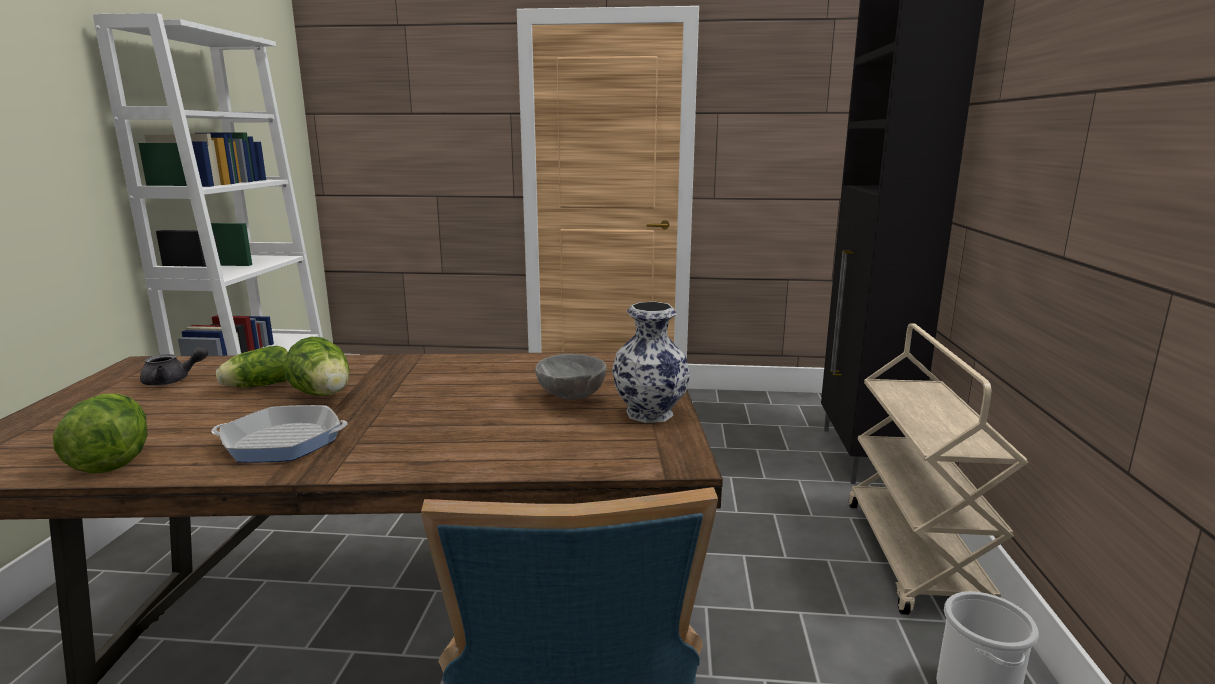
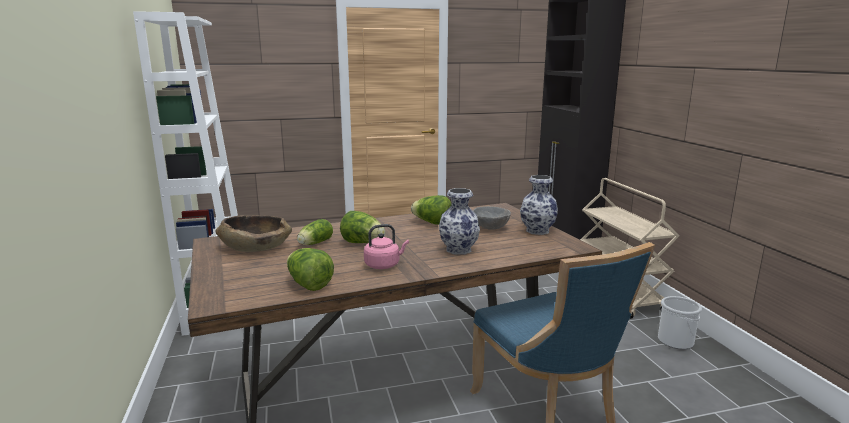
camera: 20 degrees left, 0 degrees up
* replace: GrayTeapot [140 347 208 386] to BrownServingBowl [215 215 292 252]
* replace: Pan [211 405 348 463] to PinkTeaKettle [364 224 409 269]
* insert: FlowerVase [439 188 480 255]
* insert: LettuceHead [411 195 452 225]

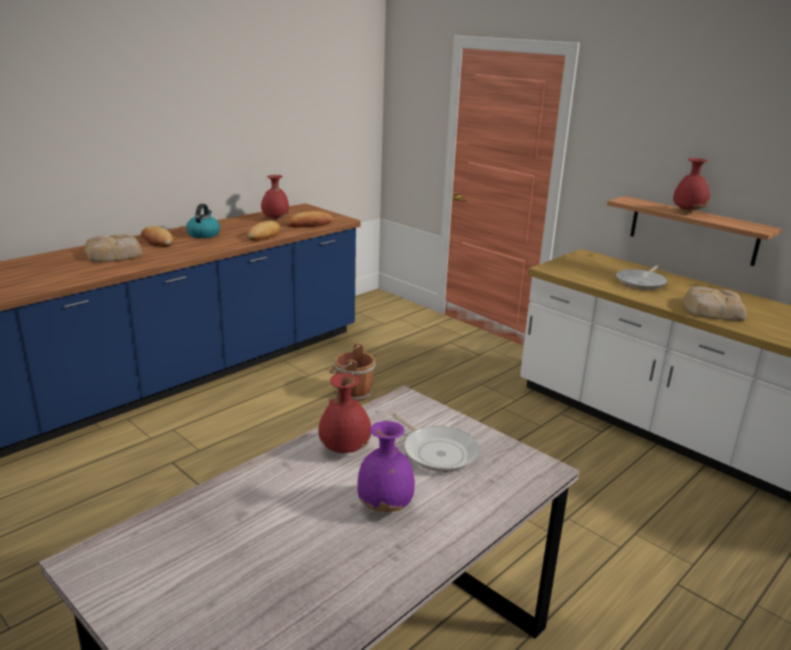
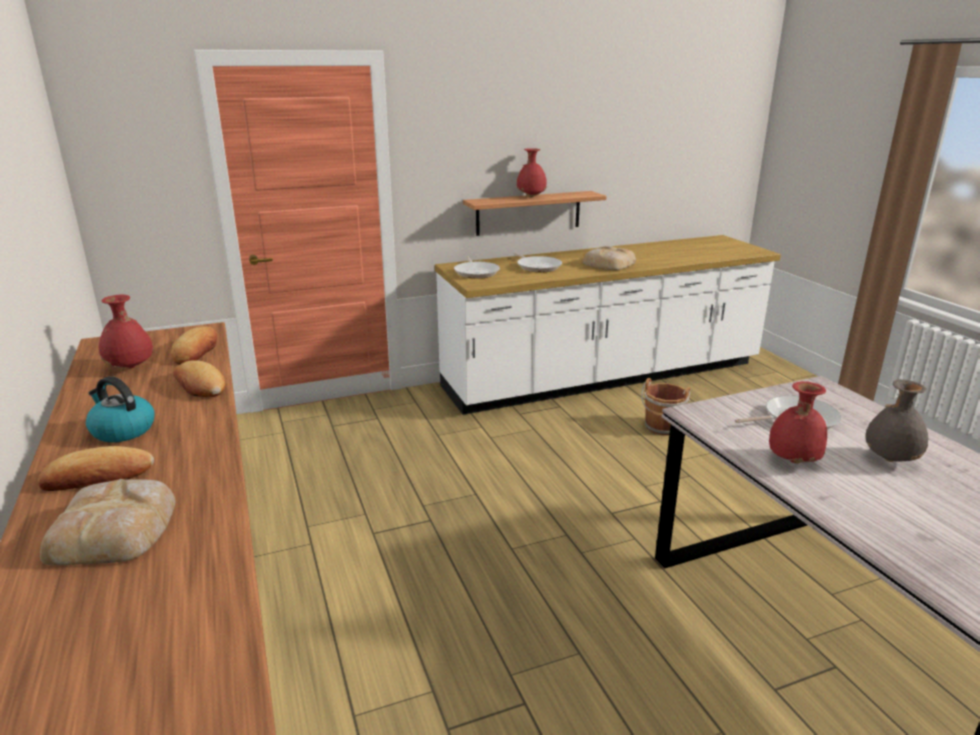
camera: 65 degrees left, 0 degrees up
* move: BrownPail [330 343 376 401] to [641 378 691 435]
* recolor: PurpleColouredFlowerVase [358 421 415 512] to GrayFlowerVase [865 379 928 462]
* insert: Pan [454 256 500 279]

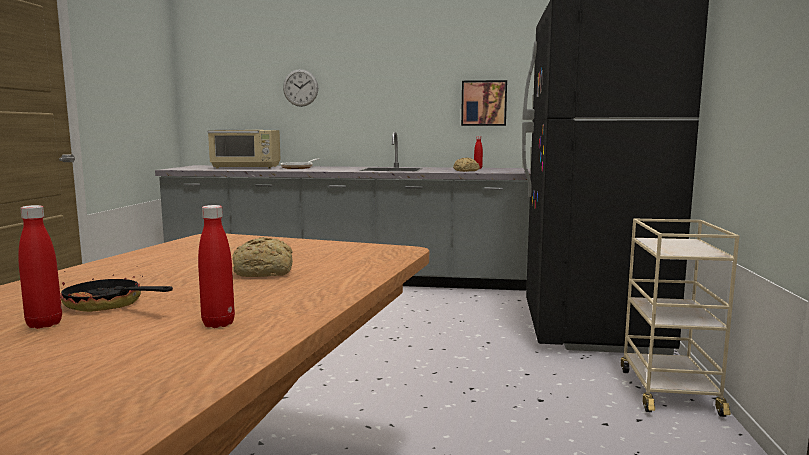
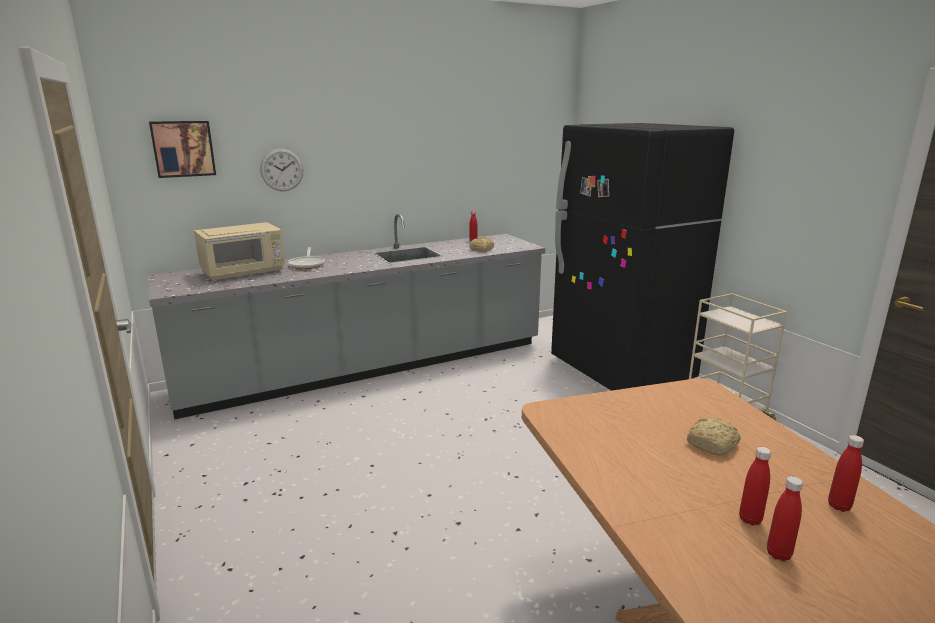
camera: 35 degrees left, 10 degrees up
* move: WallPicture [461 80 507 126] to [149 121 216 178]
* replace: Pan [61 271 173 312] to RedColouredBottle [739 447 771 526]

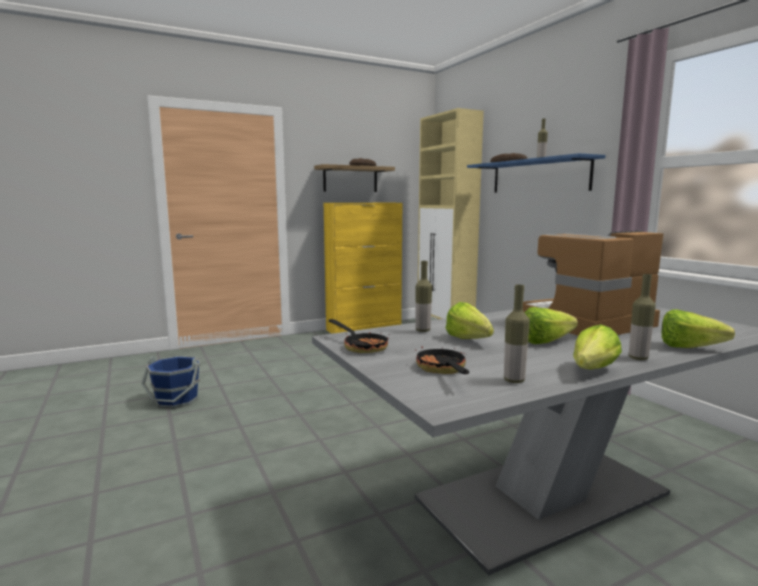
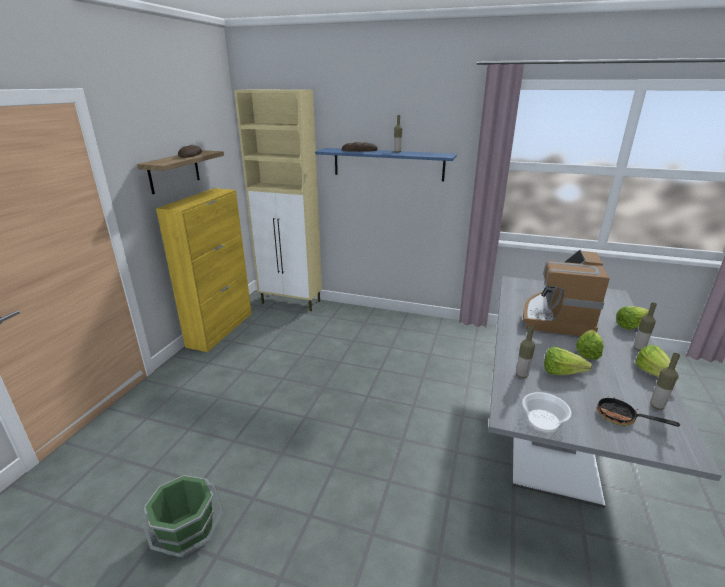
camera: 45 degrees left, 15 degrees up
* replace: Pan [329 319 390 353] to ServingBowl [522 392 572 432]
* recolor: BlueColouredPail [142 356 201 409] to GreenColouredPail [141 475 223 558]

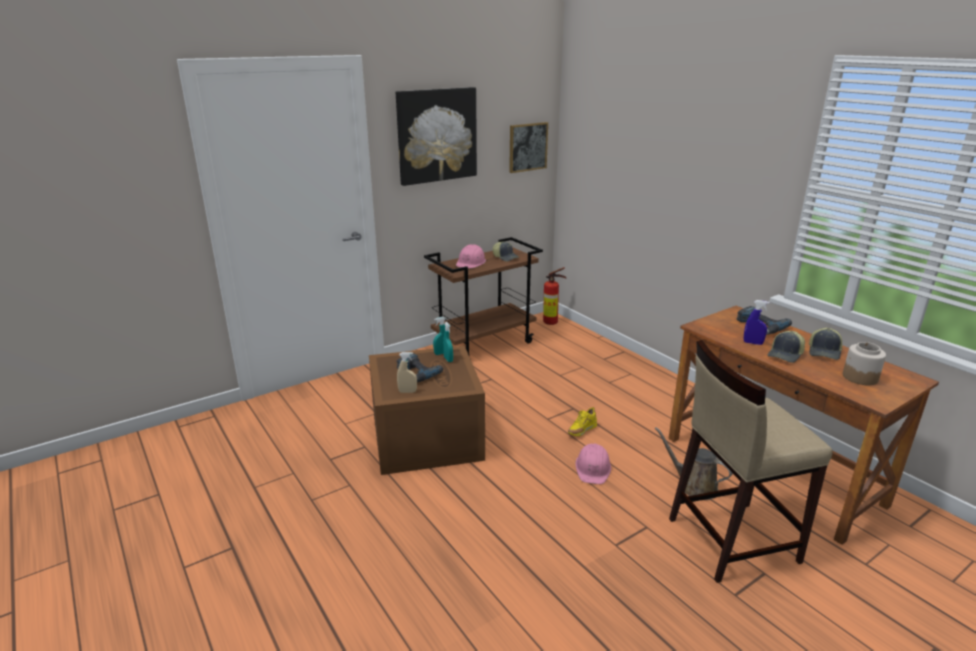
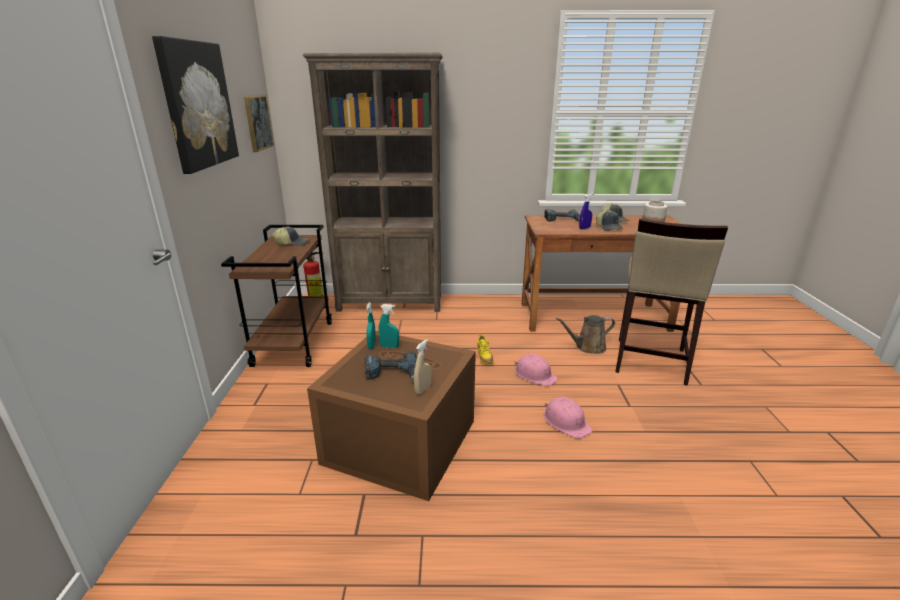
camera: 55 degrees left, 0 degrees up
* move: PinkHardHat [456 244 486 269] to [544 397 592 438]
* insert: BrownBookcase [303 53 443 312]

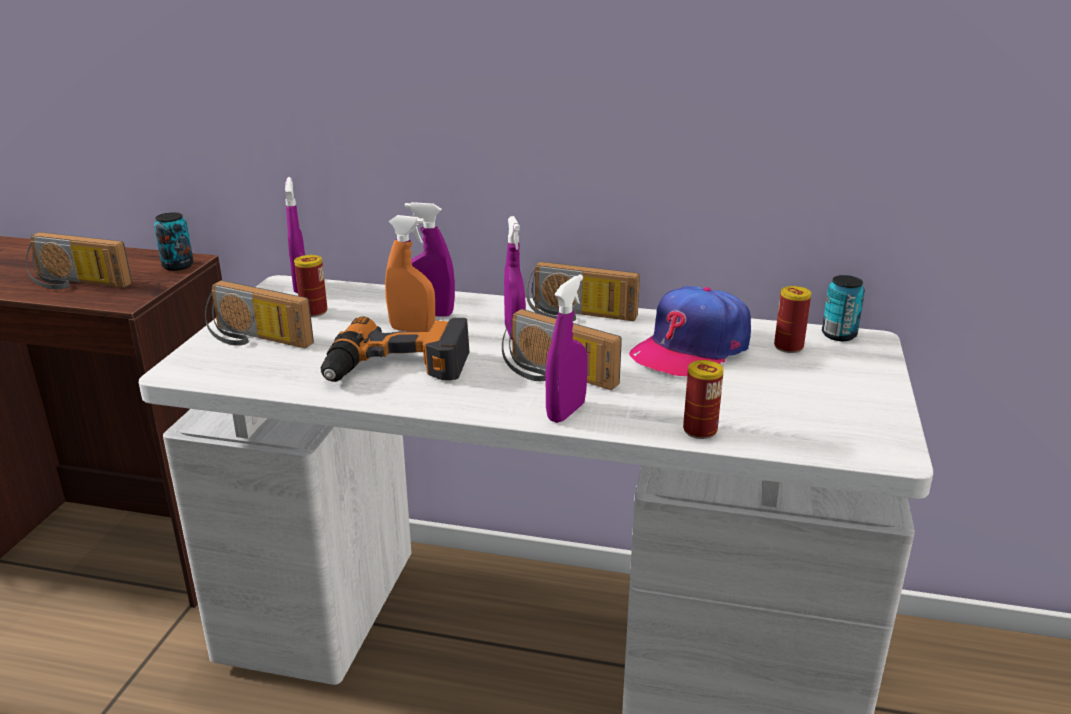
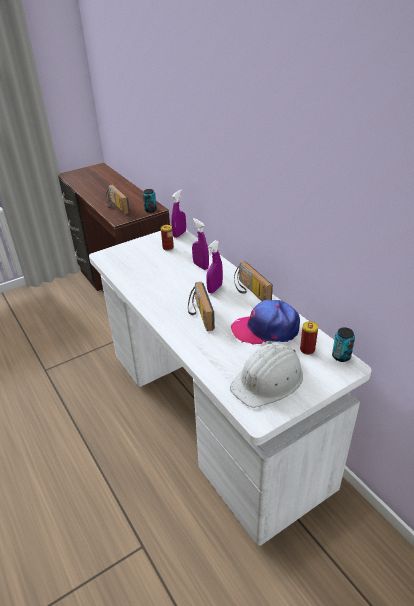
camera: 45 degrees right, 10 degrees up
* delete: OrangeSprayBottle [385 215 435 332]
* delete: PurpleColouredSprayBottle [546 274 588 423]
* delete: RadioSet [205 280 314 348]
* delete: Drill [321 317 470 382]
* delete: Can [683 360 724 439]
* insert: WhitishHardHat [230 343 303 408]

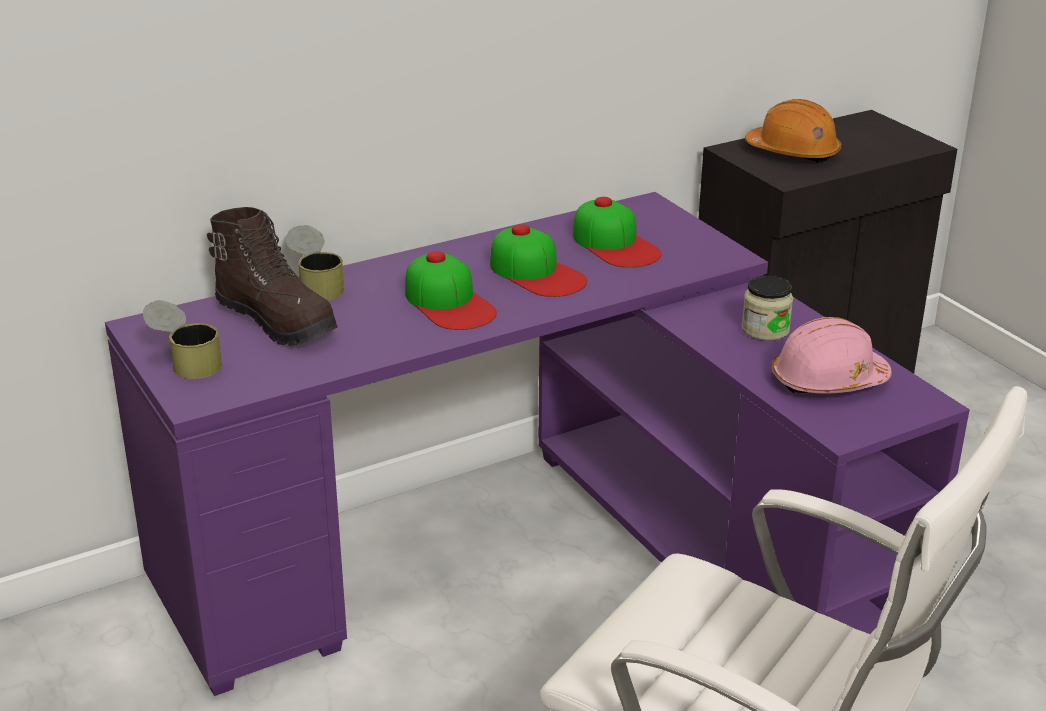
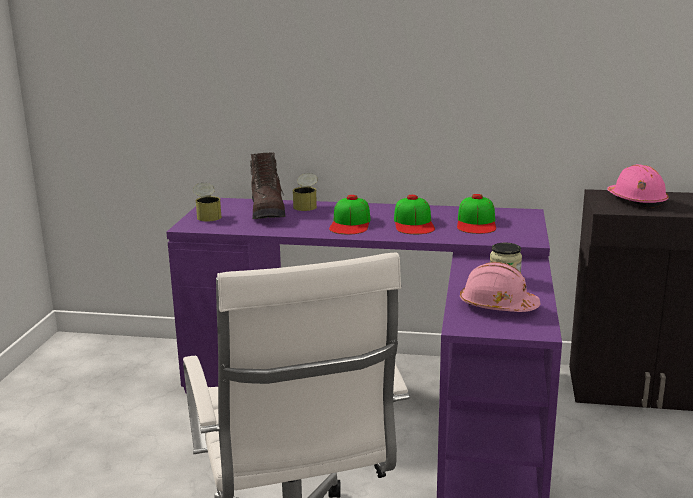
camera: 40 degrees right, 10 degrees down
* recolor: OrangeHardHat [745 99 841 163] to PinkHardHat [607 164 669 208]

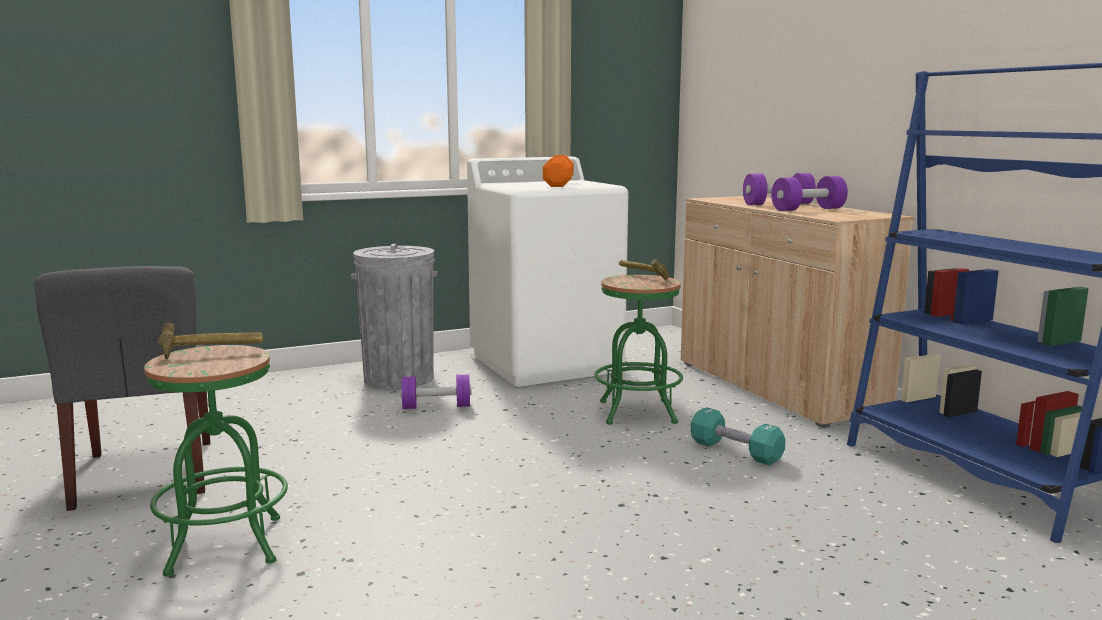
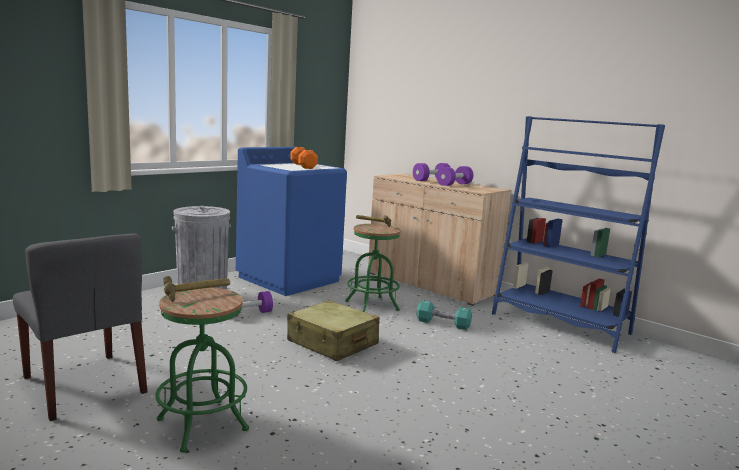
camera: 25 degrees left, 0 degrees up
* recolor: WhitishLaundryMachine [467 157 628 387] to BlueColouredLaundryMachine [236 147 347 296]
* insert: BeigePieceOfLuggage [287 300 380 361]

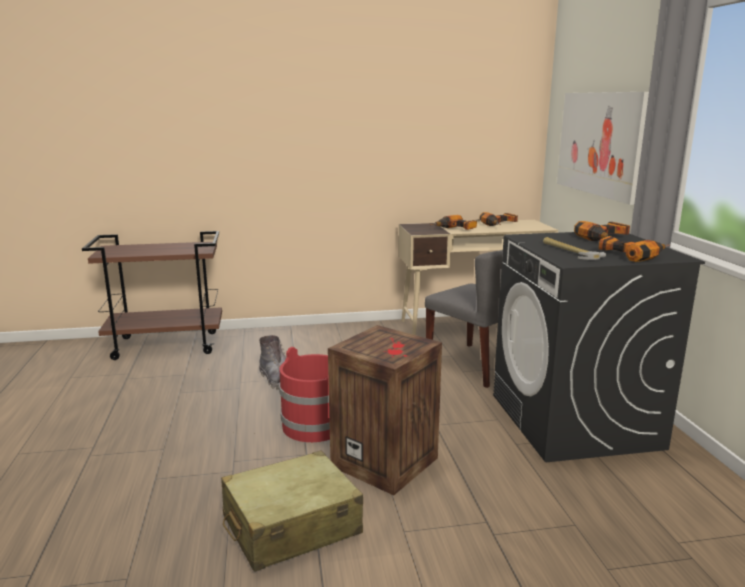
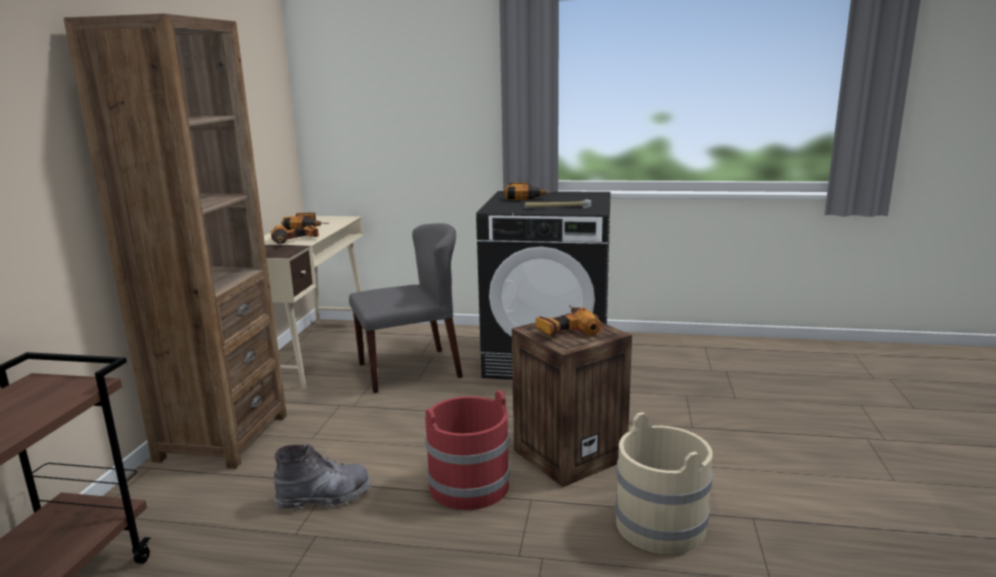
camera: 70 degrees left, 0 degrees up
* delete: WallPicture [557 92 649 205]
* move: Drill [599 236 670 262] to [536 305 601 336]
* replace: BeigePieceOfLuggage [221 451 363 572] to BeigePail [615 412 712 555]
* insert: BrownBookcase [63 13 287 469]

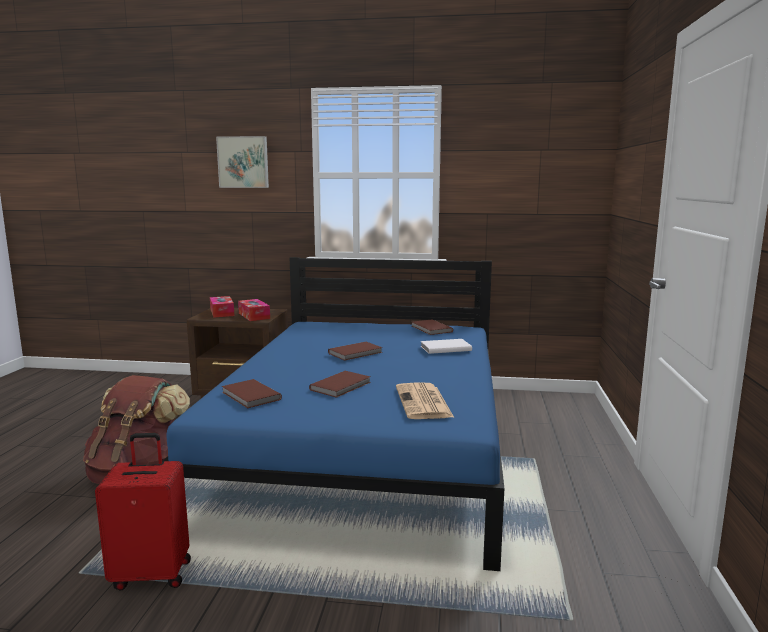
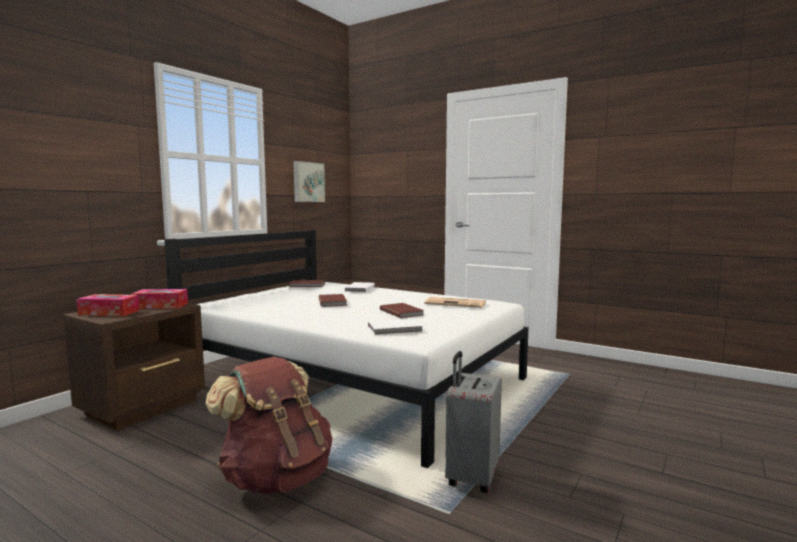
camera: 65 degrees left, 5 degrees down
* move: WallPicture [216 136 269 188] to [293 161 325 202]
* recolor: BlueColouredBedroomBed [162 257 504 571] to WhitishBedroomBed [164 230 529 468]
* recolor: BrownBoundBook [222 379 282 408] to WhitishBoundBook [368 319 423 335]
* recolor: RedColouredPieceOfLuggage [95 433 191 590] to GrayPieceOfLuggage [445 351 502 493]

